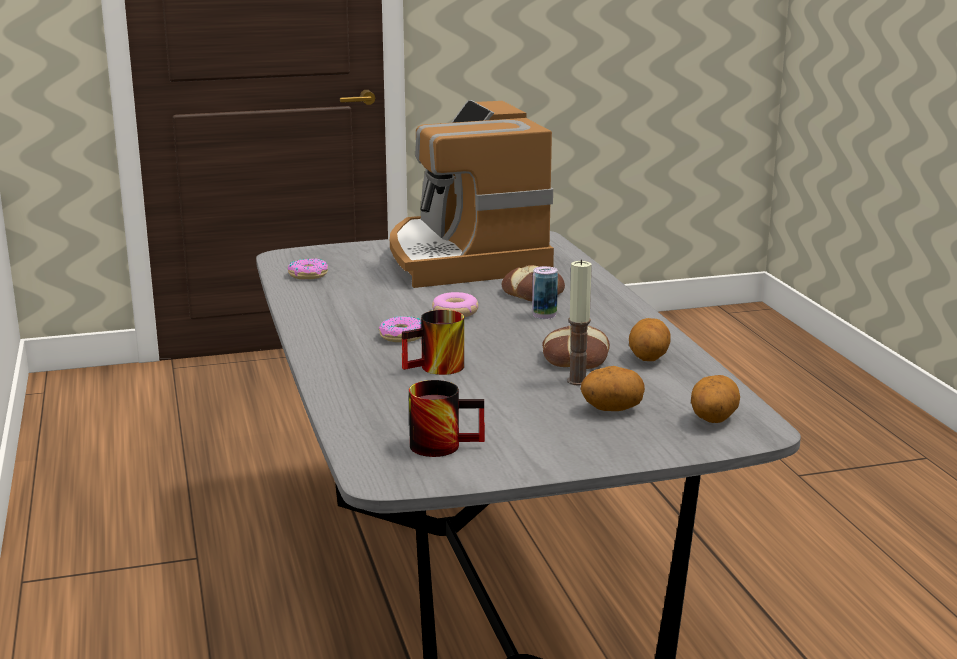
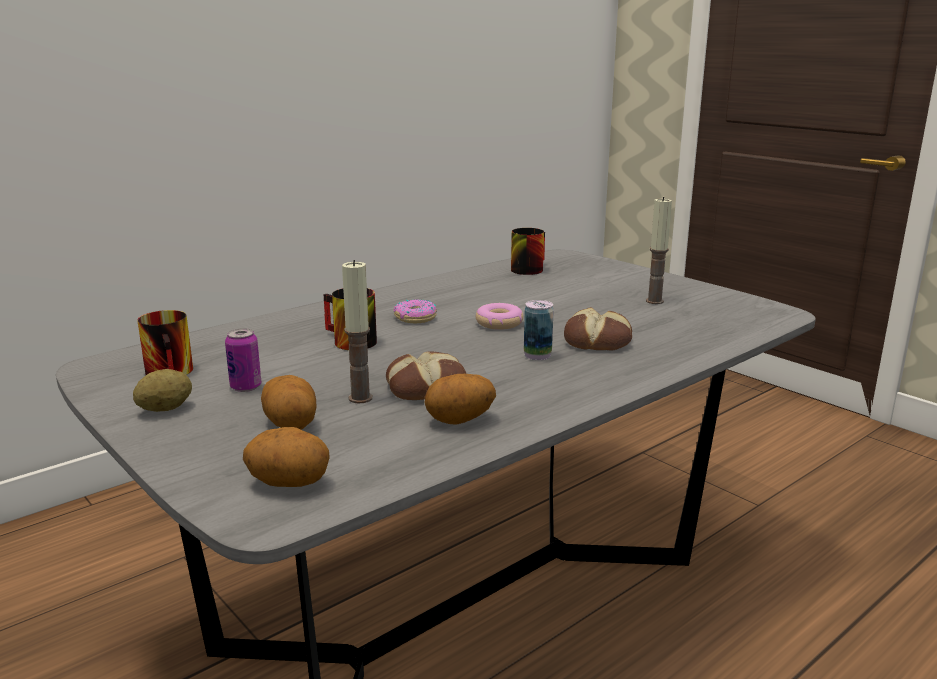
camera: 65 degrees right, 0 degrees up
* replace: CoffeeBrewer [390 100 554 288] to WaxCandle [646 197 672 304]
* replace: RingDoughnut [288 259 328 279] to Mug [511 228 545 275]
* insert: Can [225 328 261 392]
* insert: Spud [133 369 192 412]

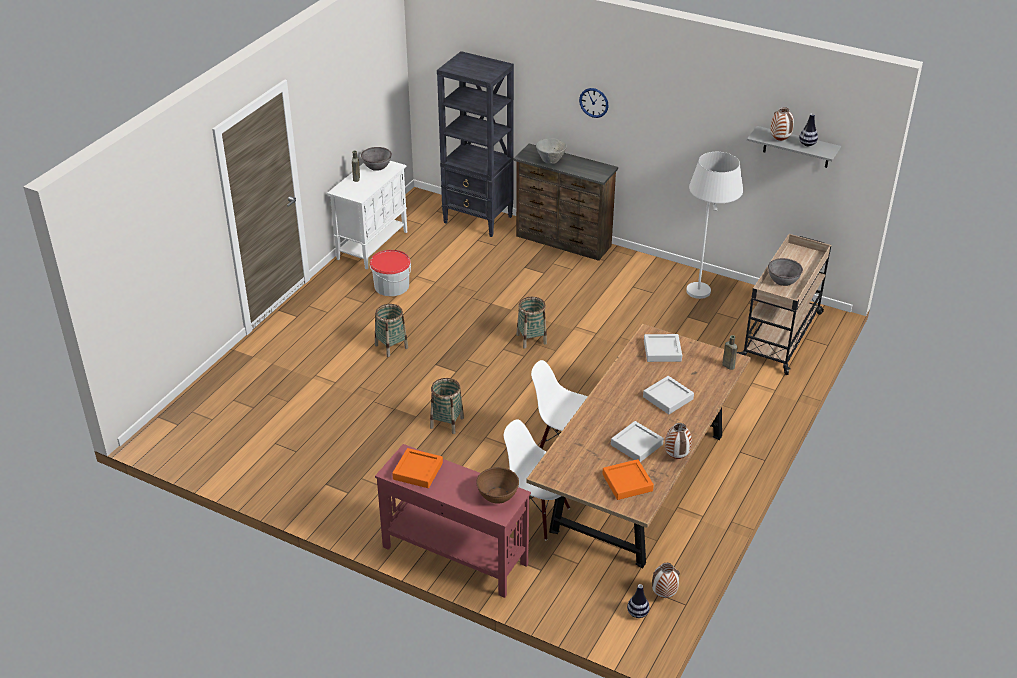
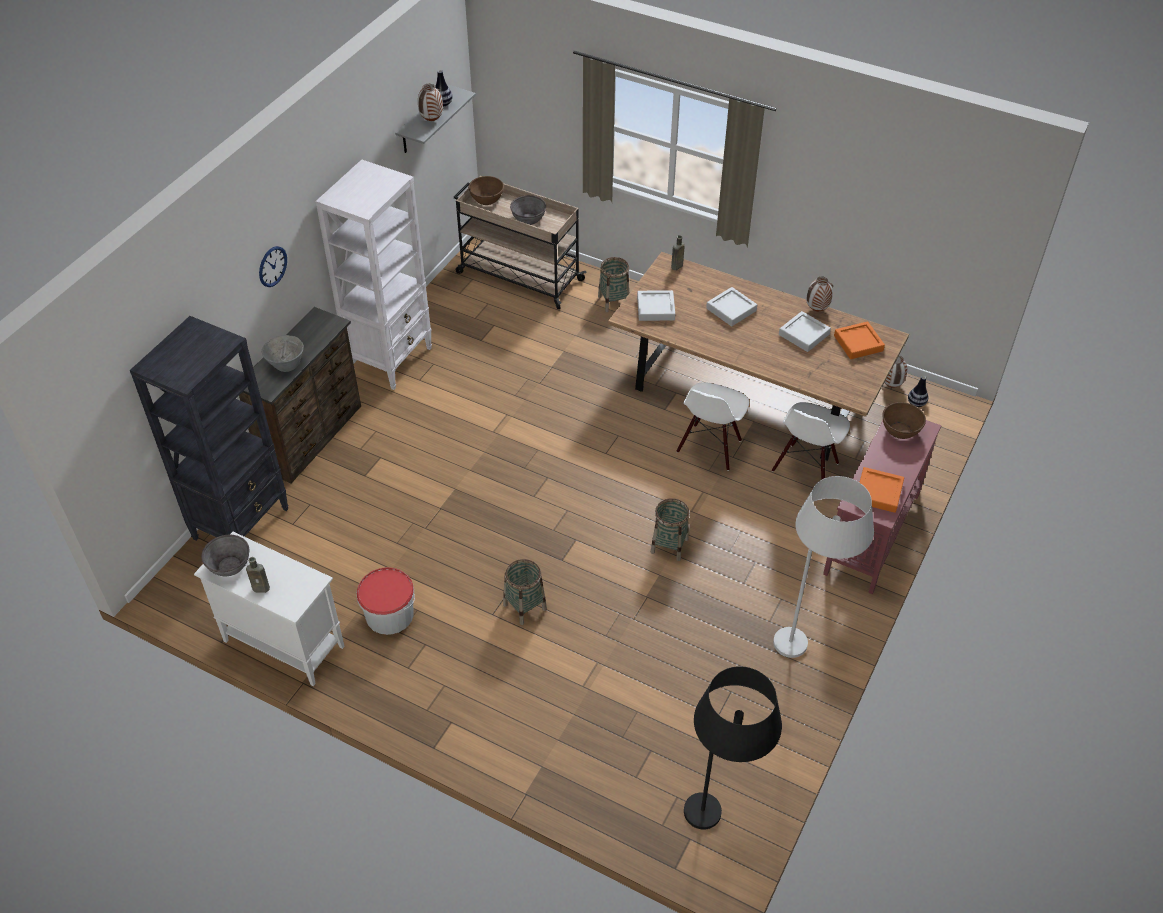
camera: 90 degrees left, 10 degrees up
* move: WhitishStandardLamp [686 152 743 299] to [773 476 874 658]
* move: StorageBasket [516 297 547 349] to [598 257 630 312]
* insert: WhitishBookcase [316 160 432 390]
* insert: BrownServingBowl [468 176 504 205]
* insert: BlackStandardLamp [684 666 782 830]

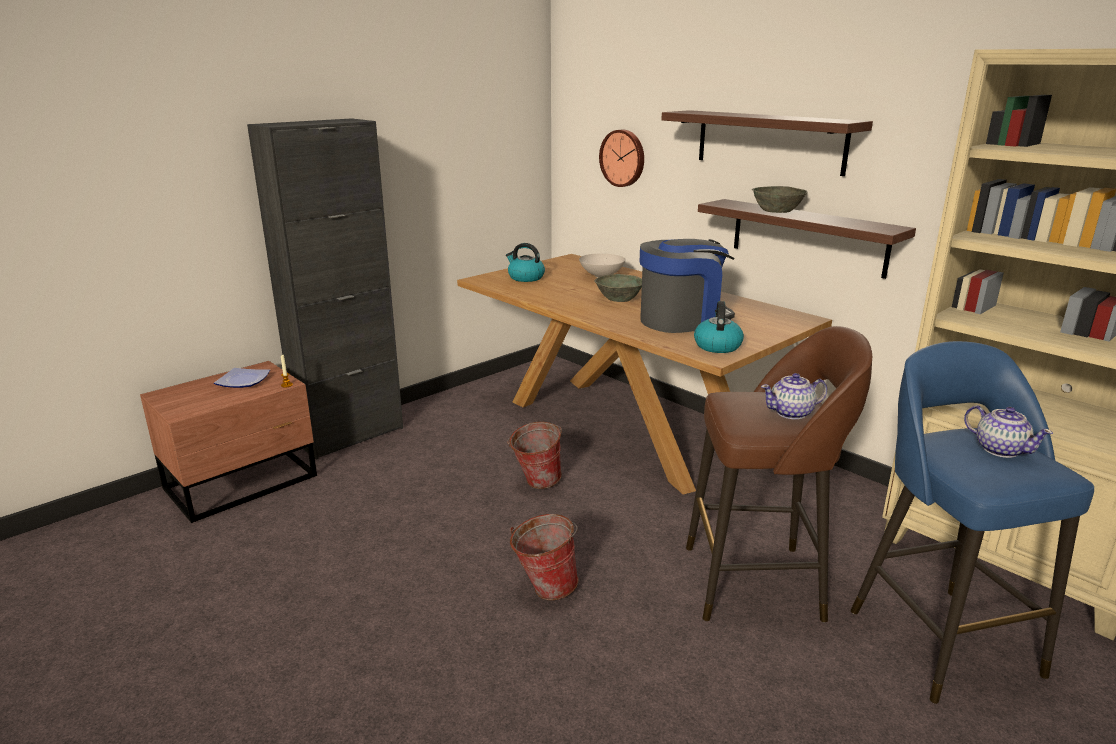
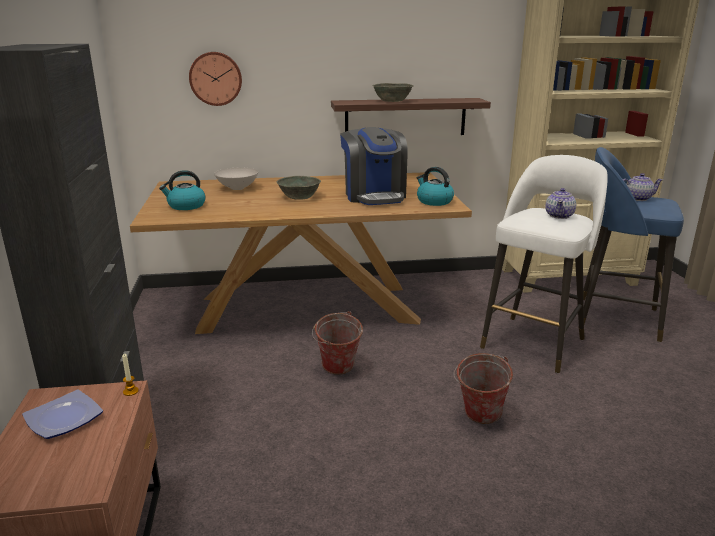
camera: 55 degrees left, 0 degrees up
* delete: BracketShelf [661 110 873 176]
* rotate: CoffeeBrewer [640 239 735 333] = [340 127 408 205] 150 degrees clockwise
* recolor: BrownSittingStool [686 326 872 623] to WhitishSittingStool [480 155 607 373]

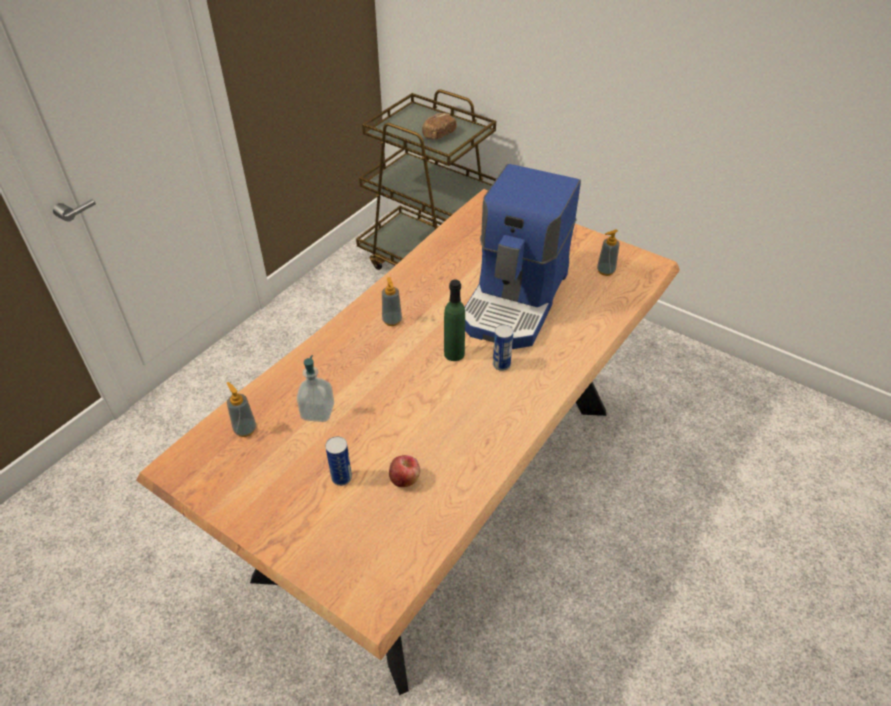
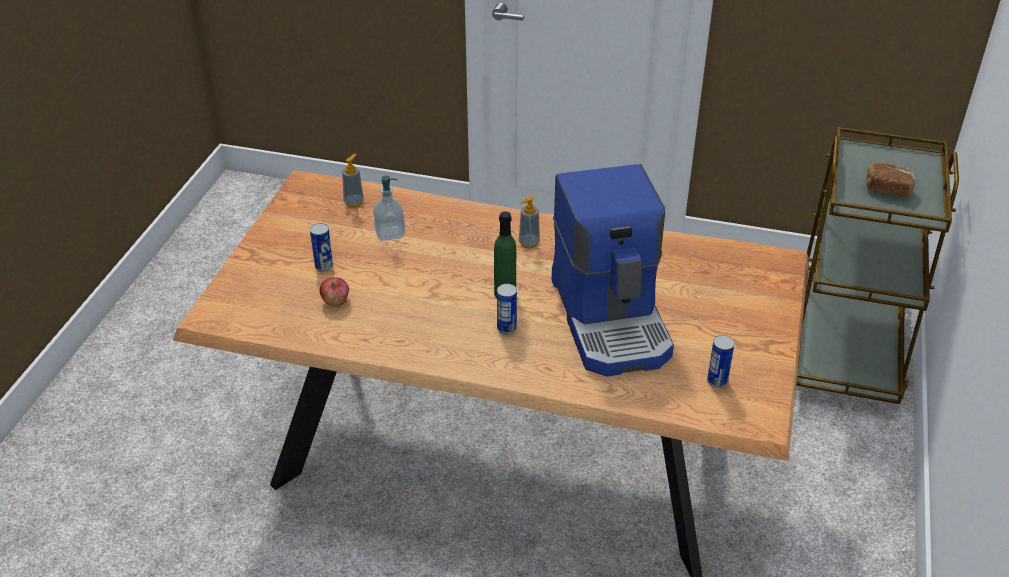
camera: 70 degrees right, 5 degrees down
* rotate: CoffeeBrewer [465 164 581 349] = [552 164 674 377] 105 degrees counterclockwise
* replace: SoapDispenser [597 229 619 276] to Can [707 335 735 388]

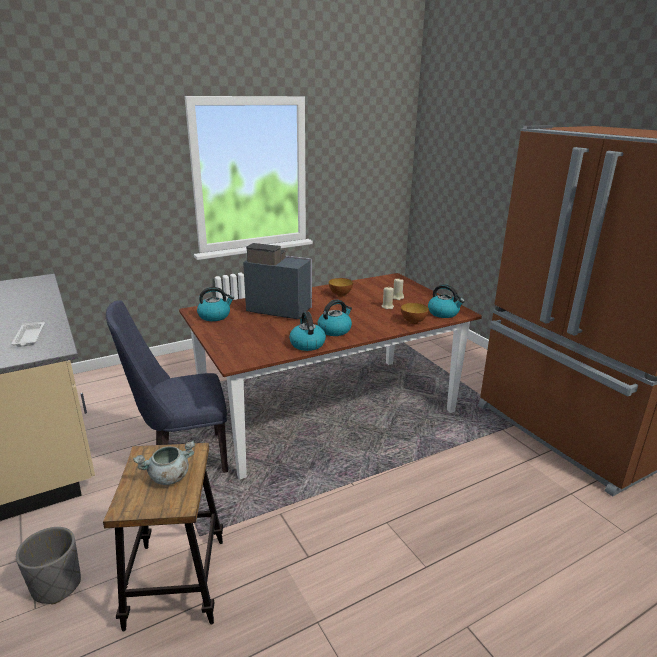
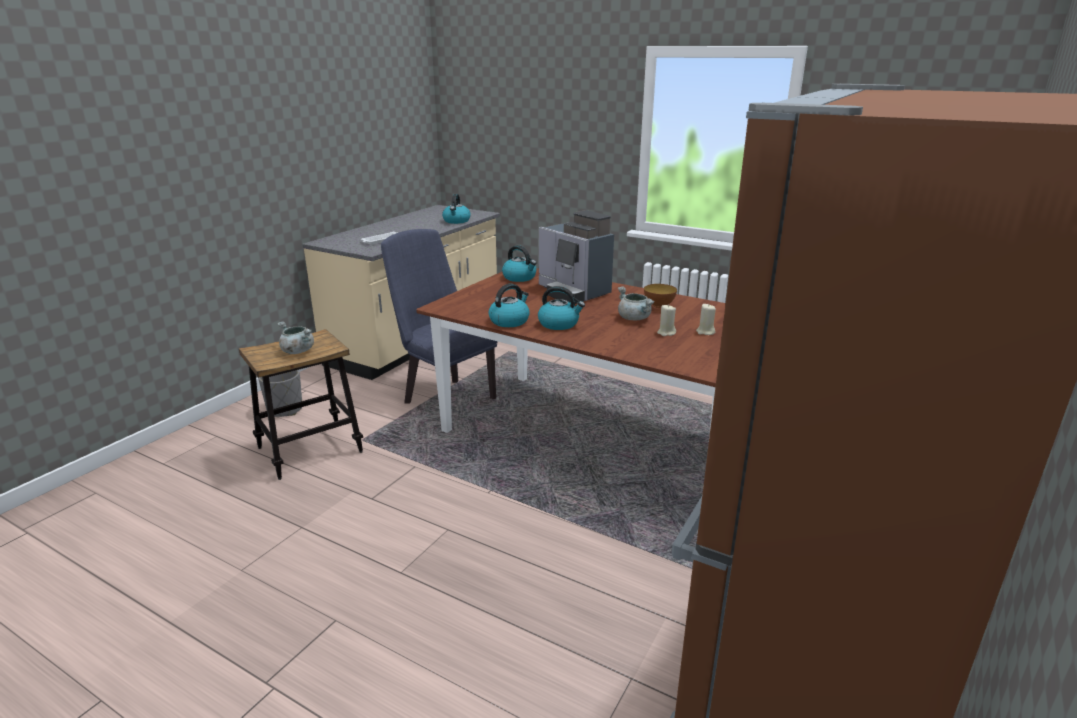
camera: 60 degrees right, 0 degrees up
* rotate: CoffeeBrewer [243 243 312 319] = [539 210 614 304] 150 degrees clockwise
* move: TeaKettle [428 284 465 318] to [442 194 471 224]
* delete: ServingBowl [401 303 429 324]
* insert: GraySaucepot [618 287 655 320]

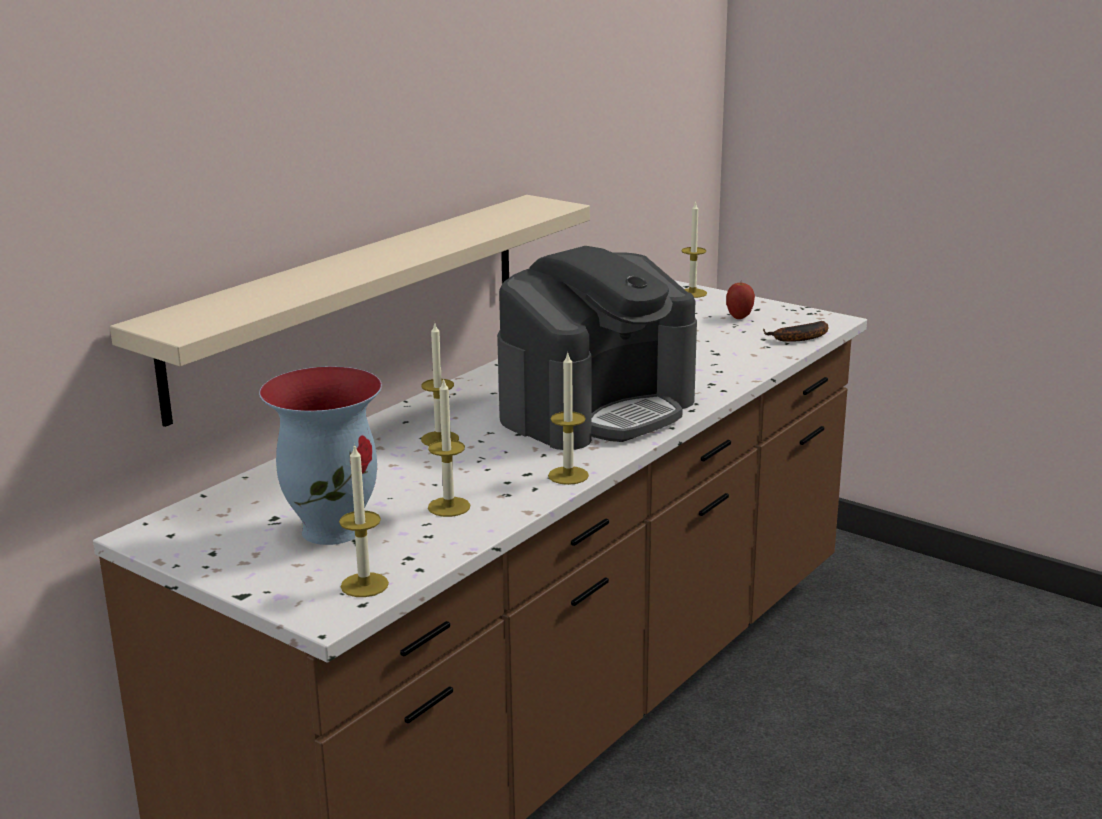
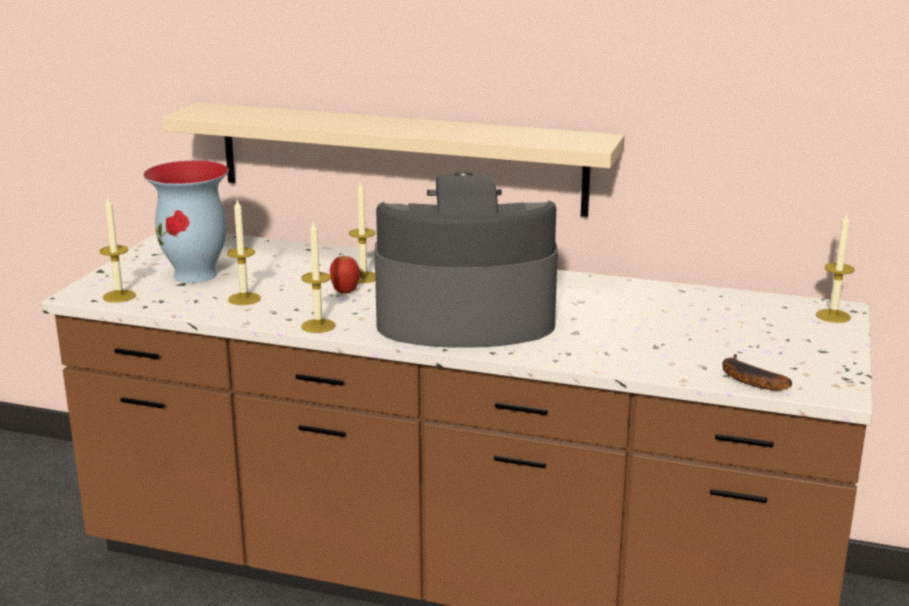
camera: 70 degrees right, 0 degrees up
* rotate: CoffeeBrewer [497 246 697 450] = [375 172 558 348] 150 degrees clockwise
* move: Apple [726 283 755 319] to [330 254 360 294]

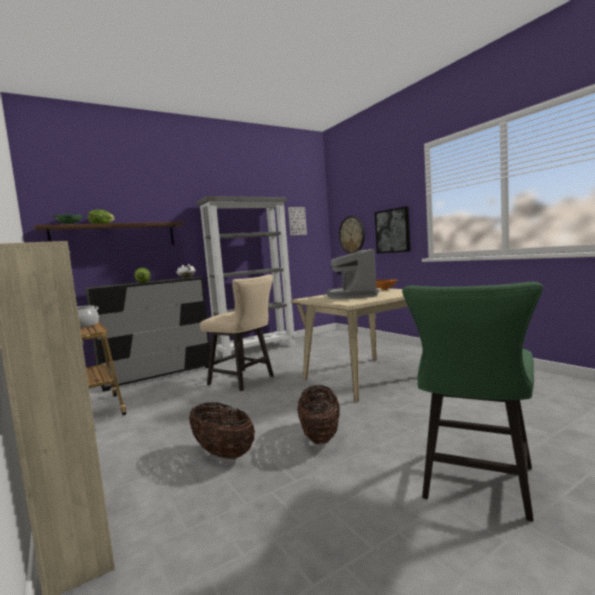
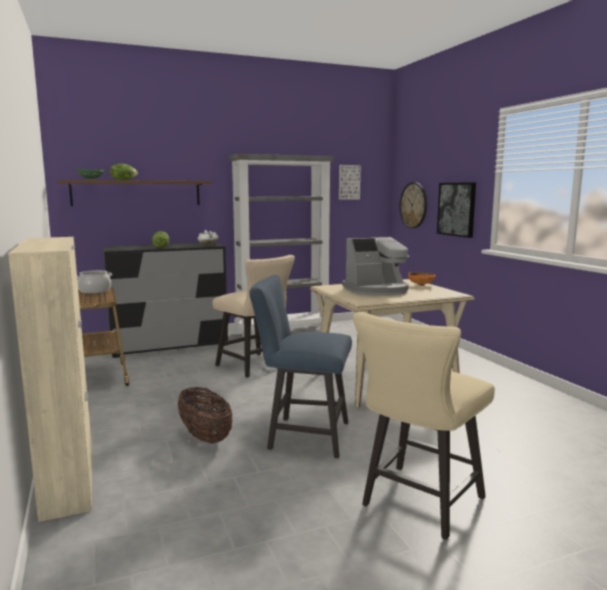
camera: 10 degrees right, 5 degrees up
* rotate: CoffeeBrewer [326 249 379 299] = [342 237 409 296] 120 degrees counterclockwise
* recolor: GreenColouredUprightChair [402 282 543 522] to BeigeUprightChair [353 312 495 540]
* replace: StorageBasket [297 385 340 444] to BlueColouredUprightChair [249 275 352 458]

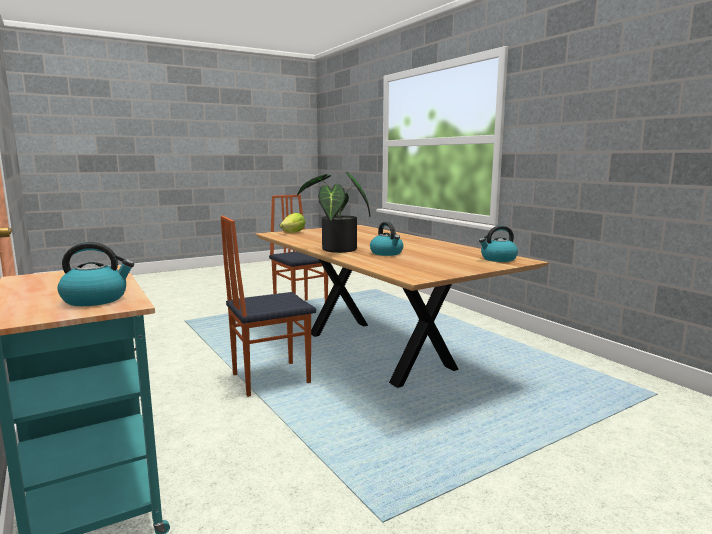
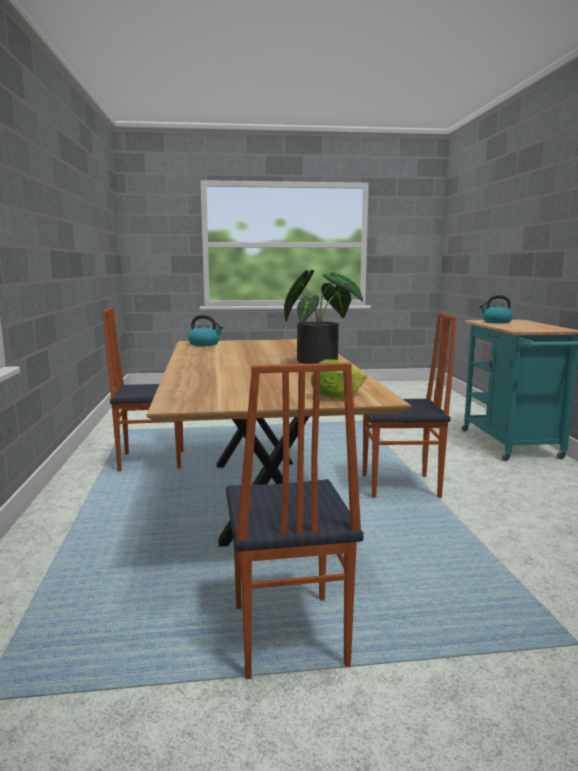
camera: 155 degrees left, 0 degrees up
* delete: TeaKettle [370 222 403 256]
* insert: UprightChair [103 307 183 471]

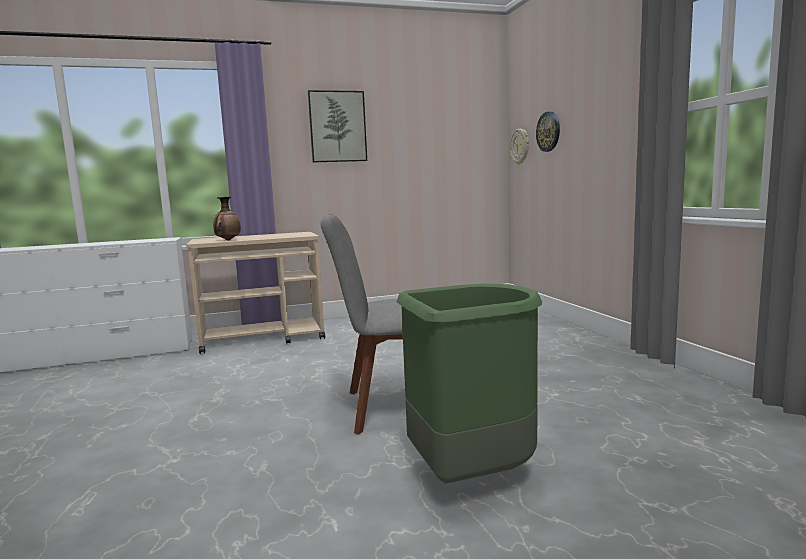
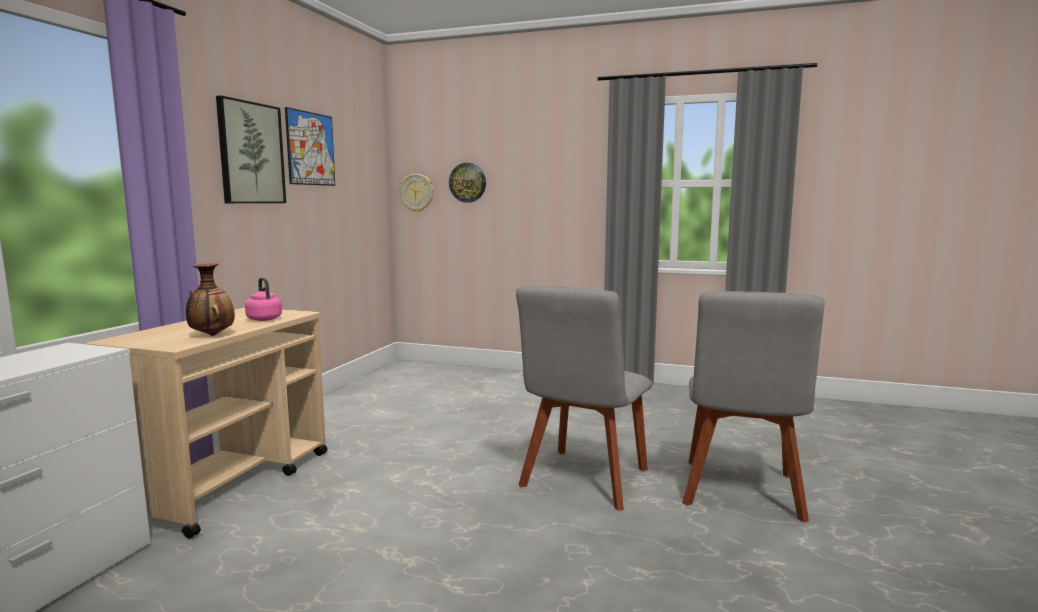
camera: 55 degrees left, 0 degrees up
* replace: GreenColouredTrashCan [397 284 542 484] to GrayUprightChair [682 291 825 522]
* insert: WallPicture [285 107 335 186]
* insert: PinkTeaKettle [245 278 282 321]

